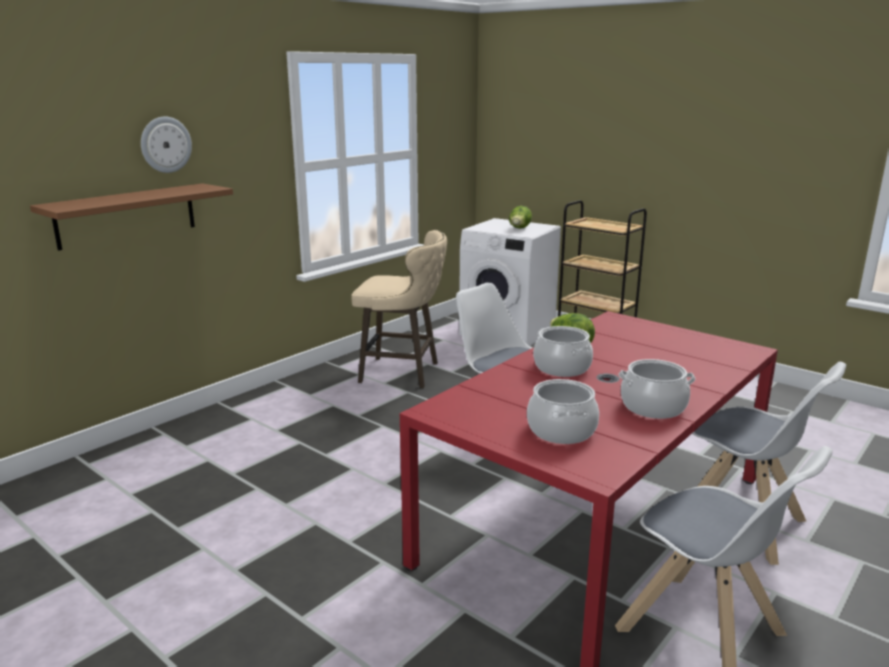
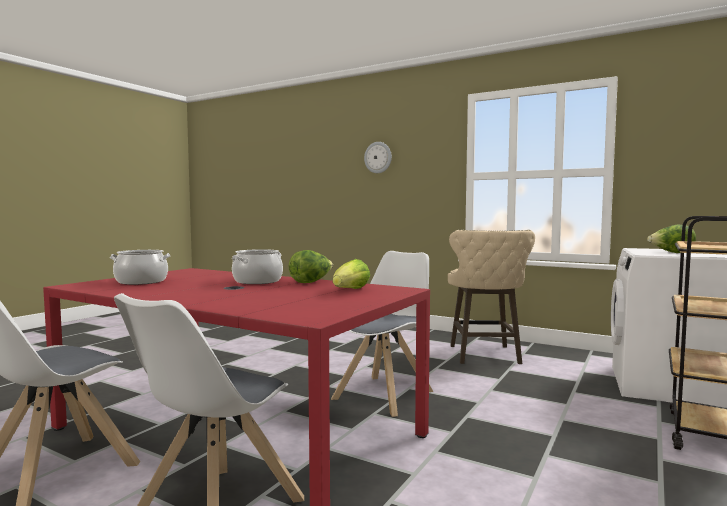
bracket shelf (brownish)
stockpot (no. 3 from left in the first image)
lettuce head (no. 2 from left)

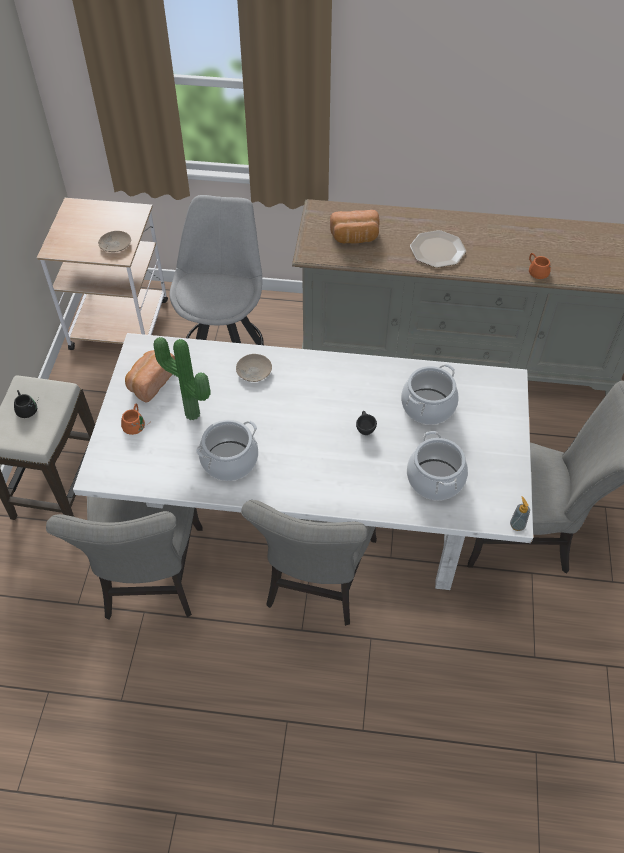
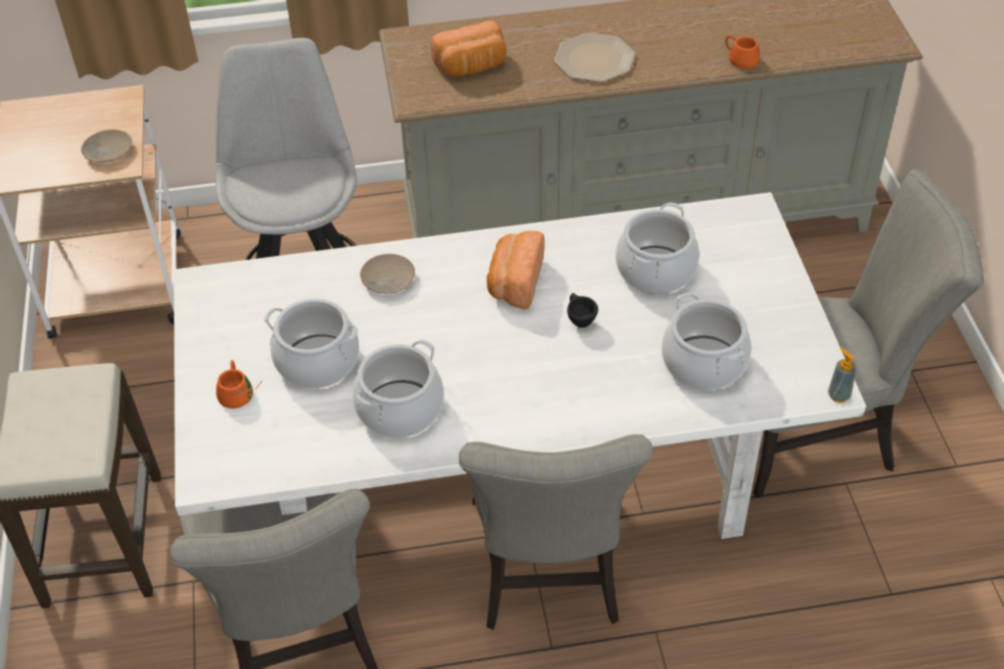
stockpot (no. 1 from left)
bakery bread (no. 2 from left)
mug (black-coloured)

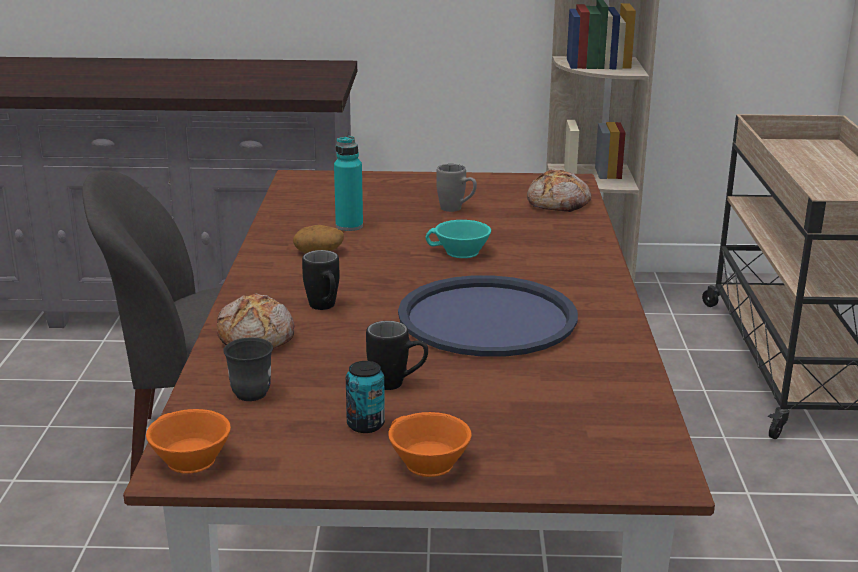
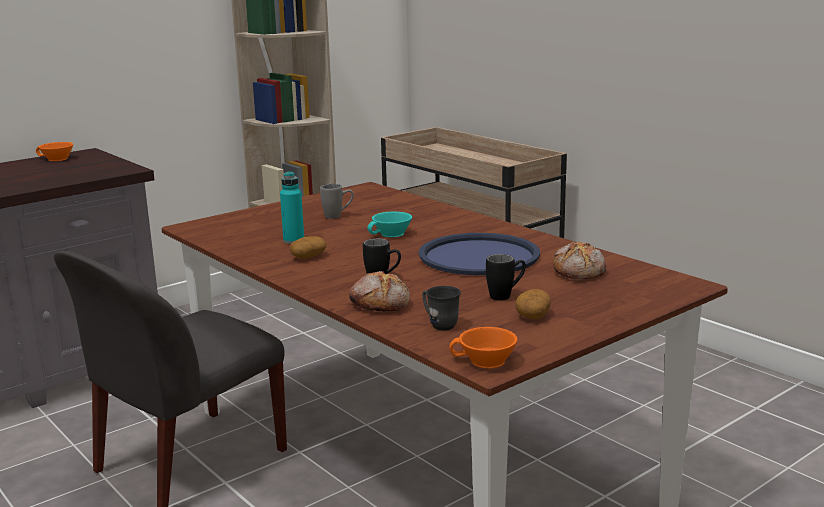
bakery bread (no. 2 from left)
whole potato (no. 2 from left)
small cup (orangey) (no. 1 from left)

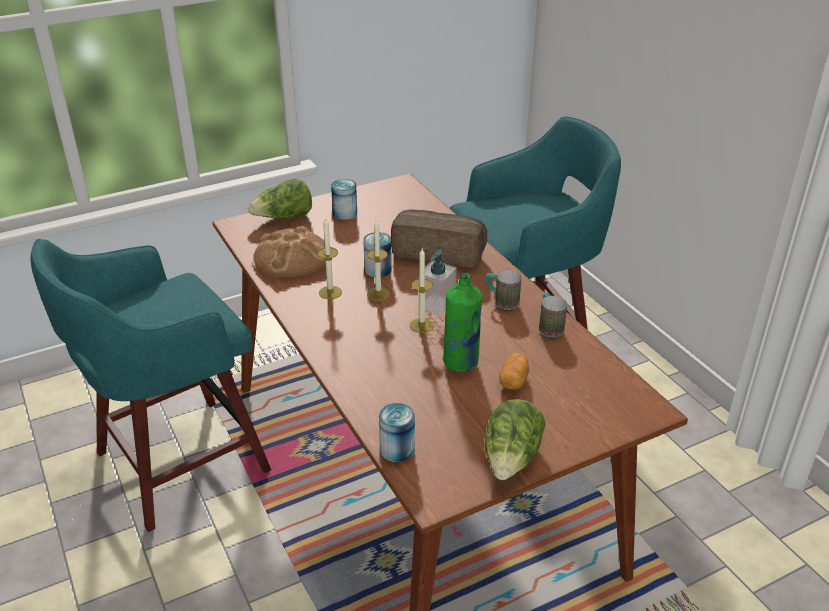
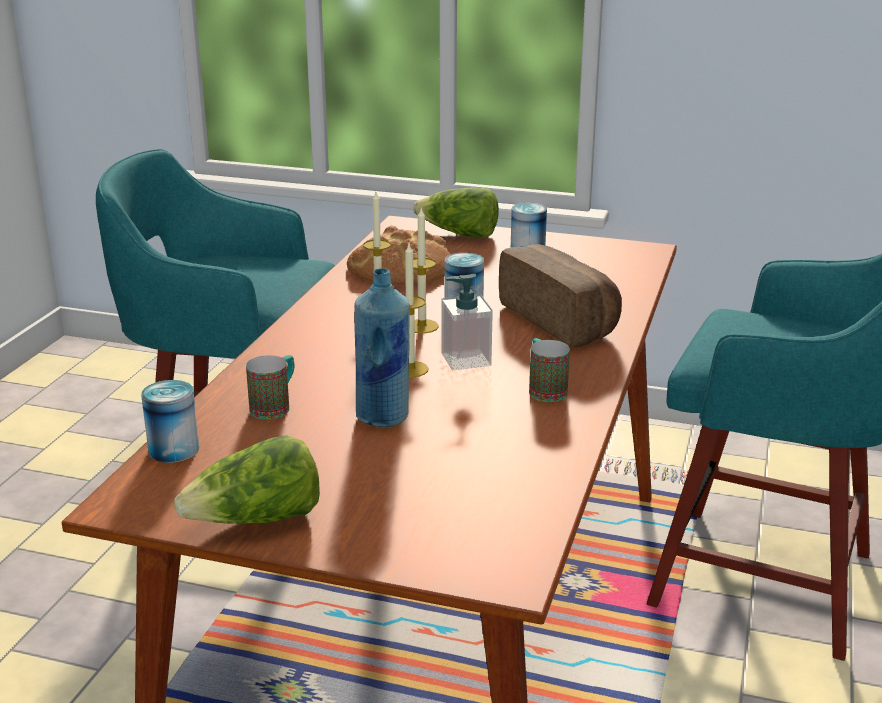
beverage bottle (blue-coloured)
mug (no. 1 from left)
whole potato

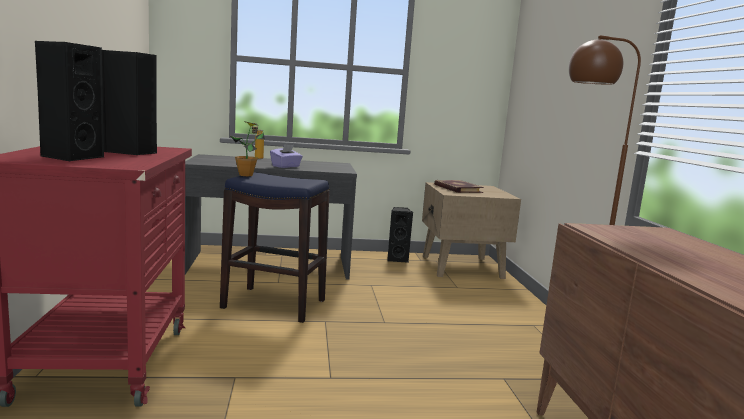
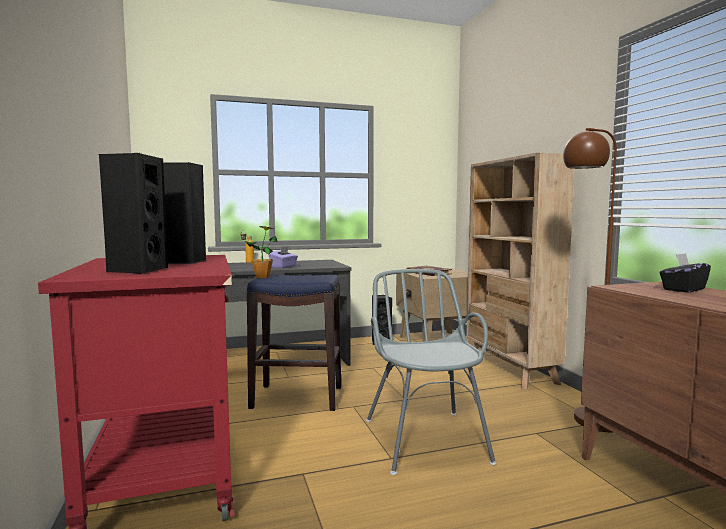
bookshelf (beige)
tissue box (black-coloured)
plain chair (greyish)

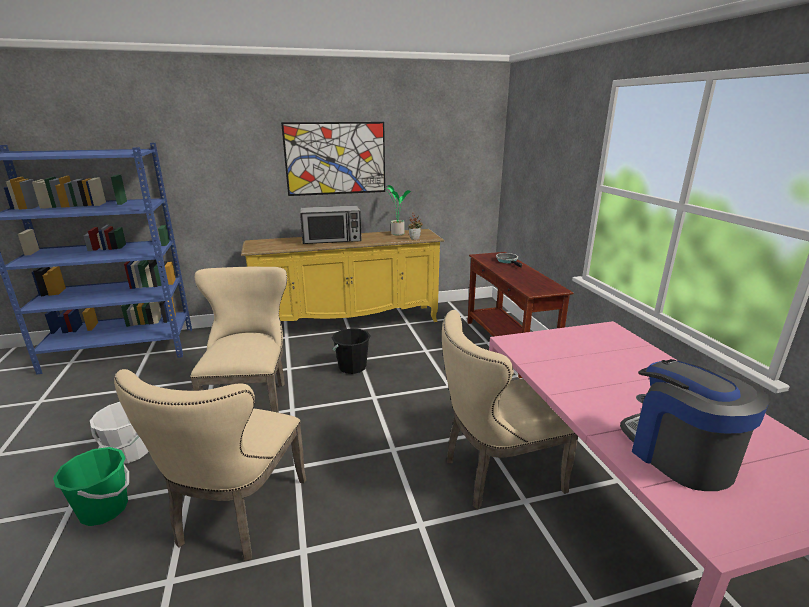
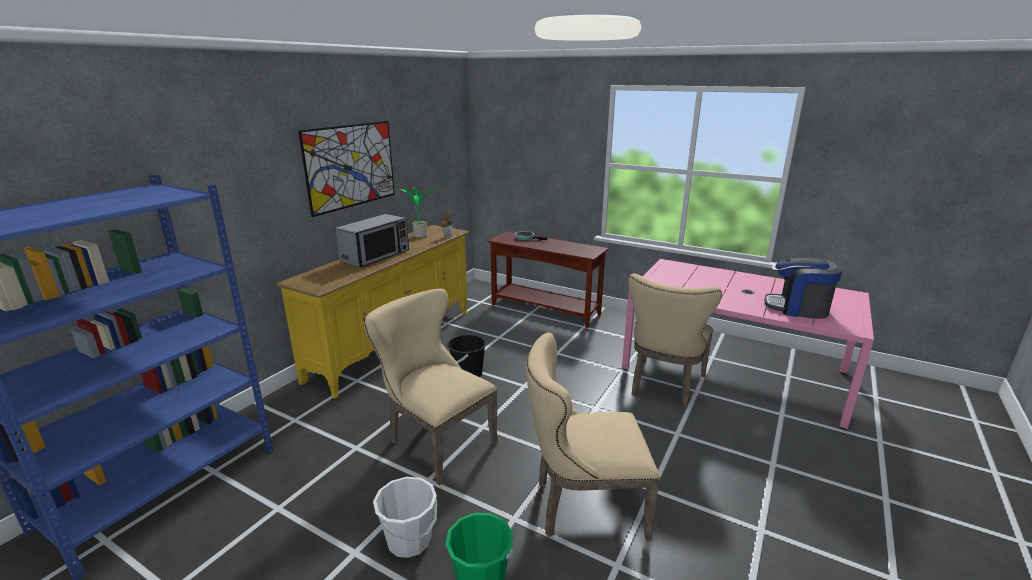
plain chair (beige) (no. 2 from left)

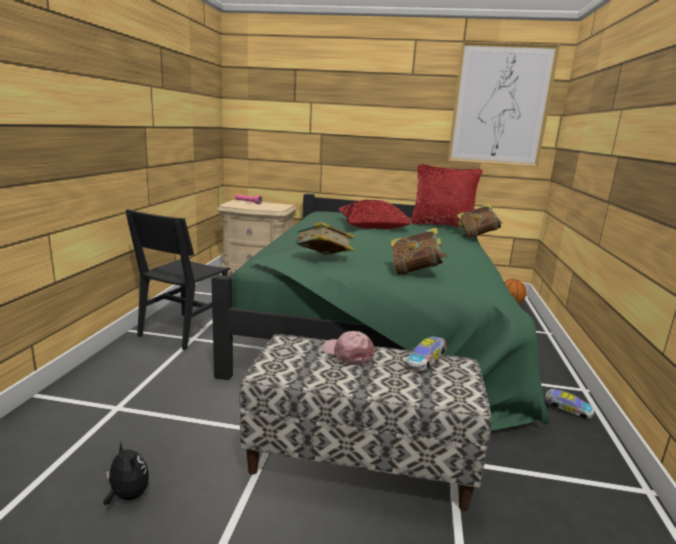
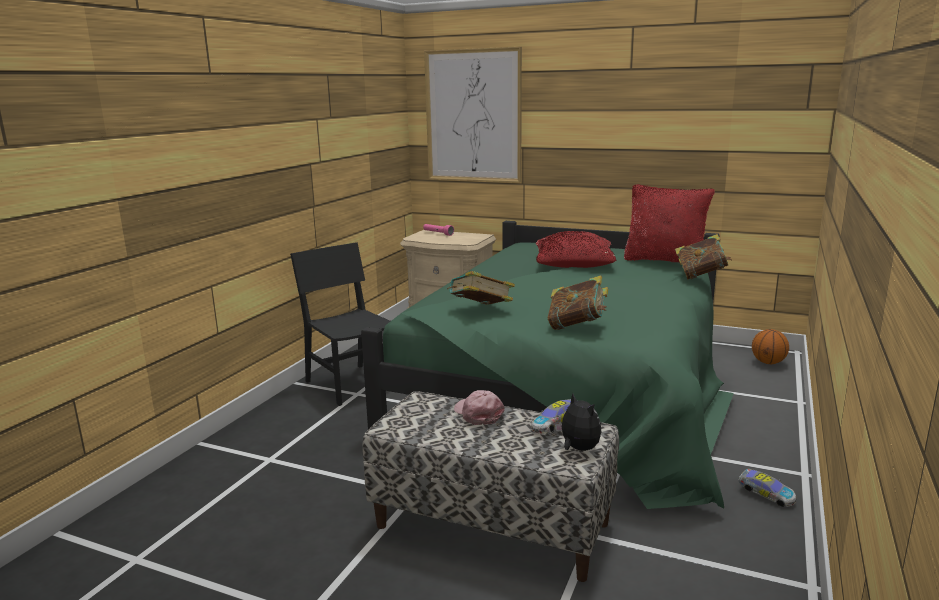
picture
plain chair (black-coloured)
cuddly toy

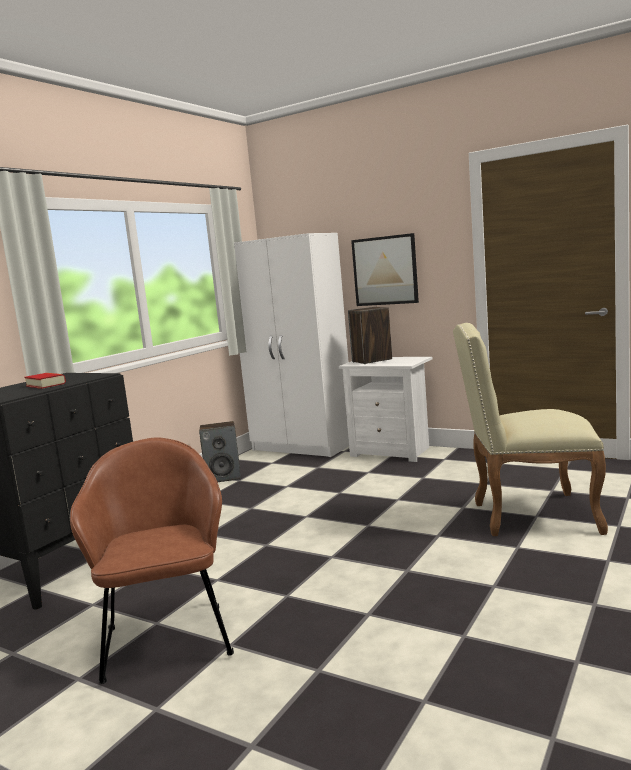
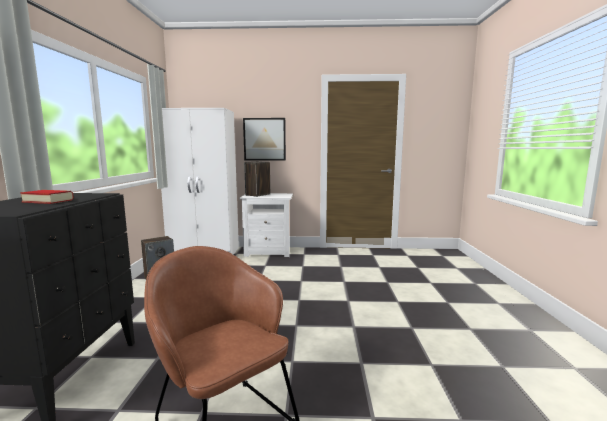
plain chair (beige)

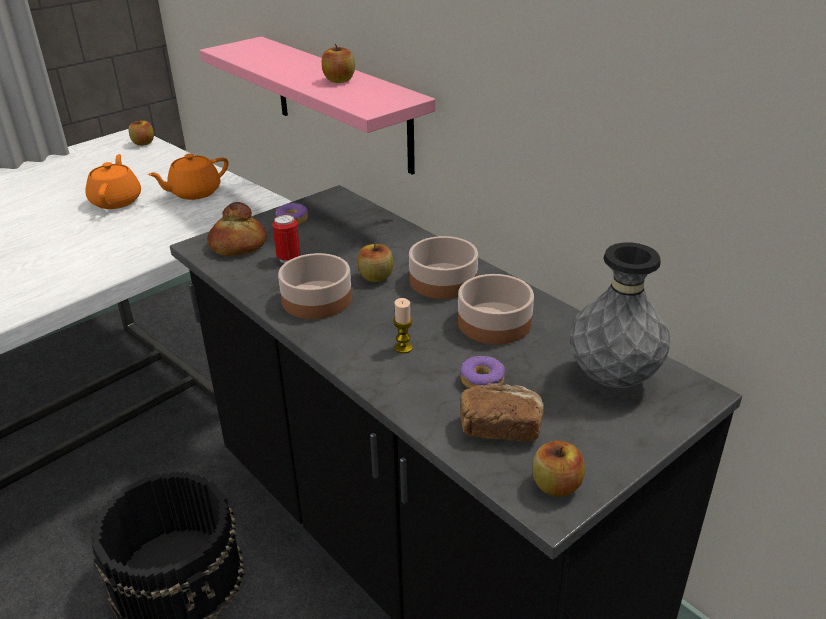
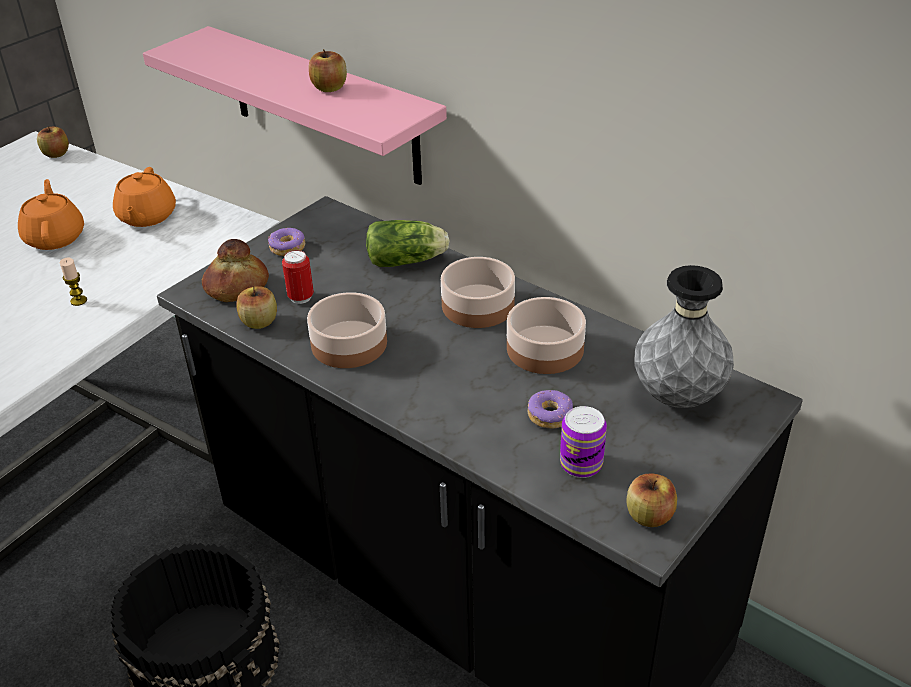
tea pot (orangey) (no. 2 from left)
whole apple (no. 2 from left)
wax candle
metal can (no. 2 from left)
lettuce head

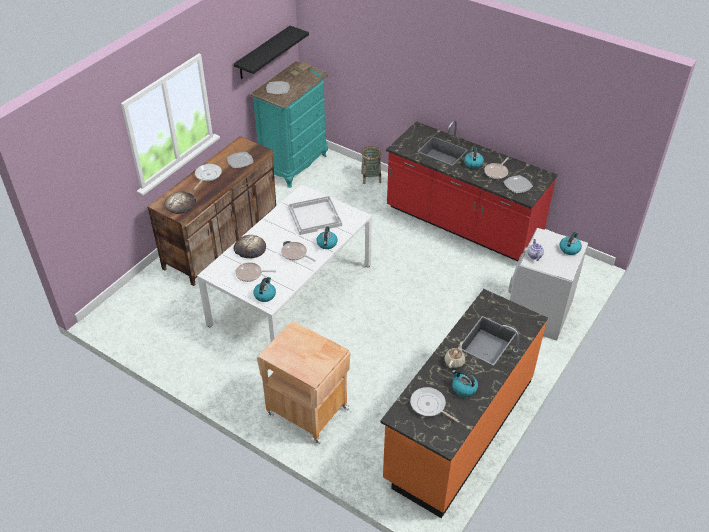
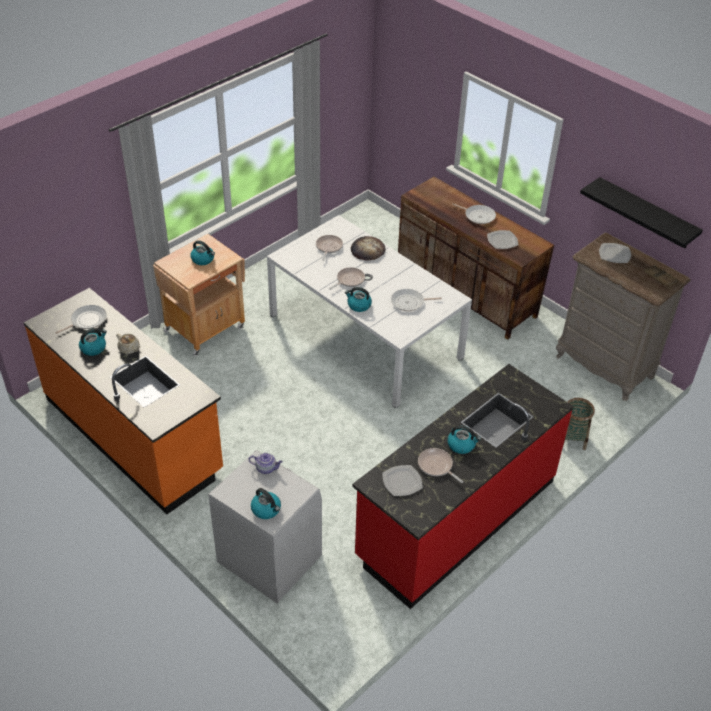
chest of drawers (beige)
bakery bread (no. 1 from left in the first image)
frying pan (no. 4 from left)
kettle (no. 2 from left)

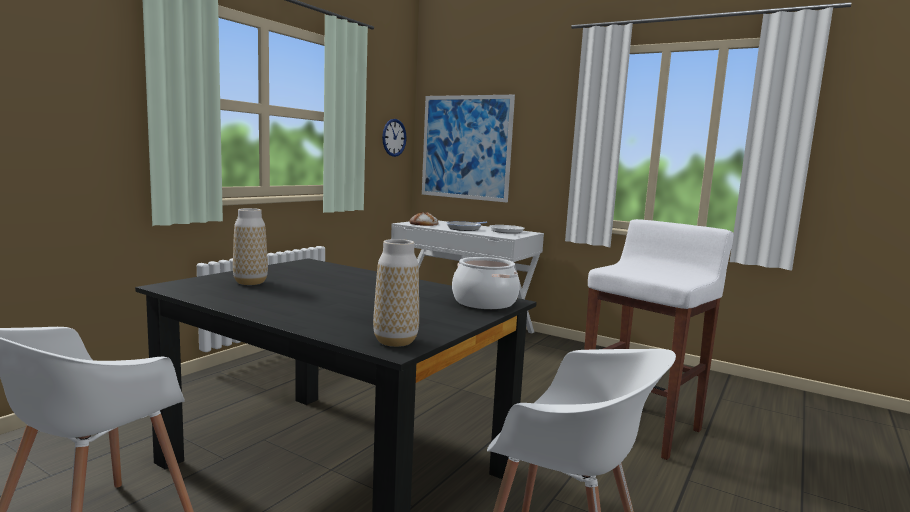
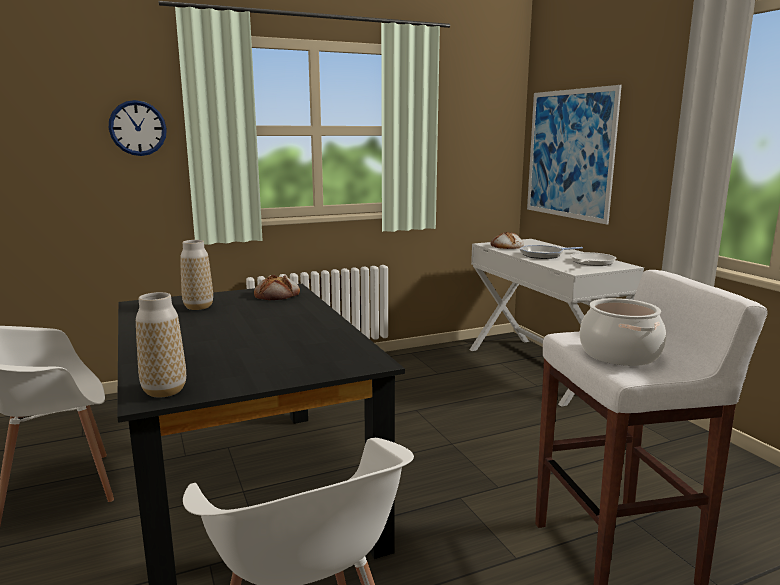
wall clock
stockpot
bakery bread (no. 1 from left)

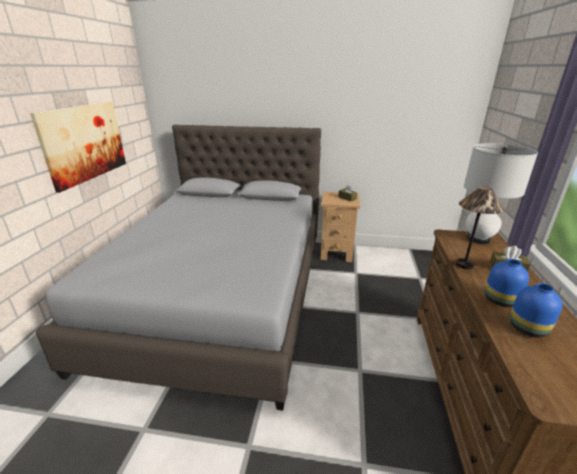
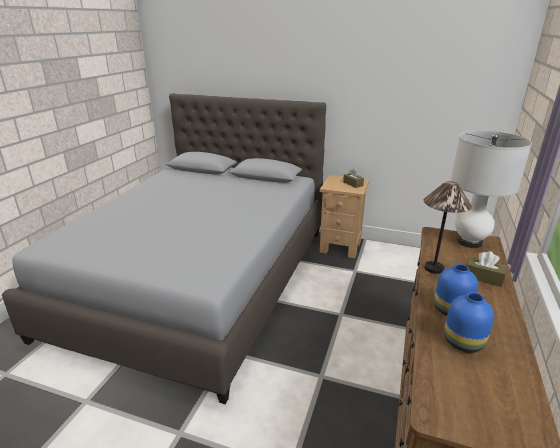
picture

